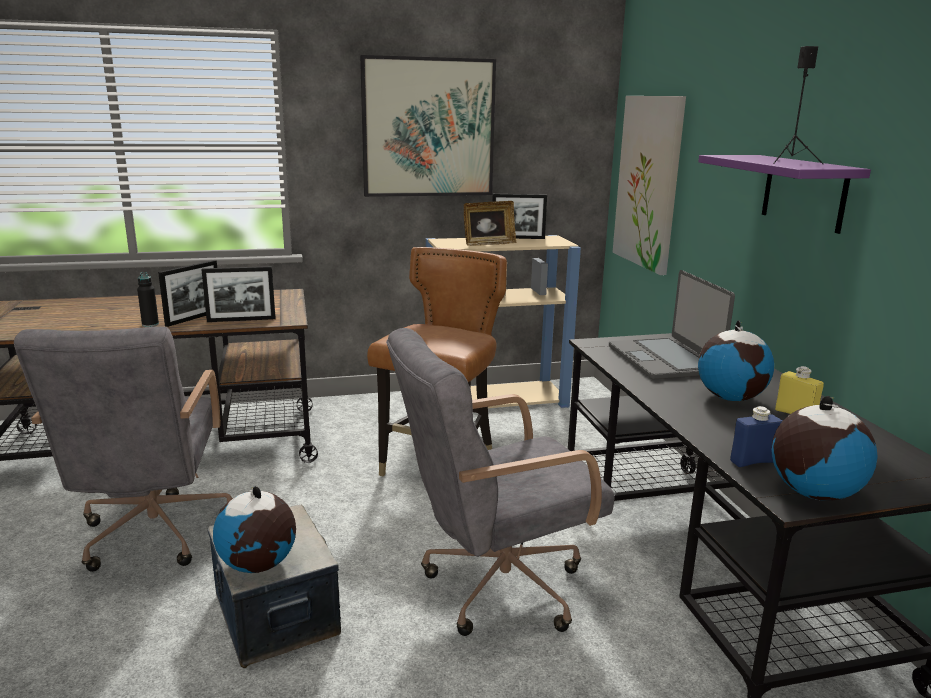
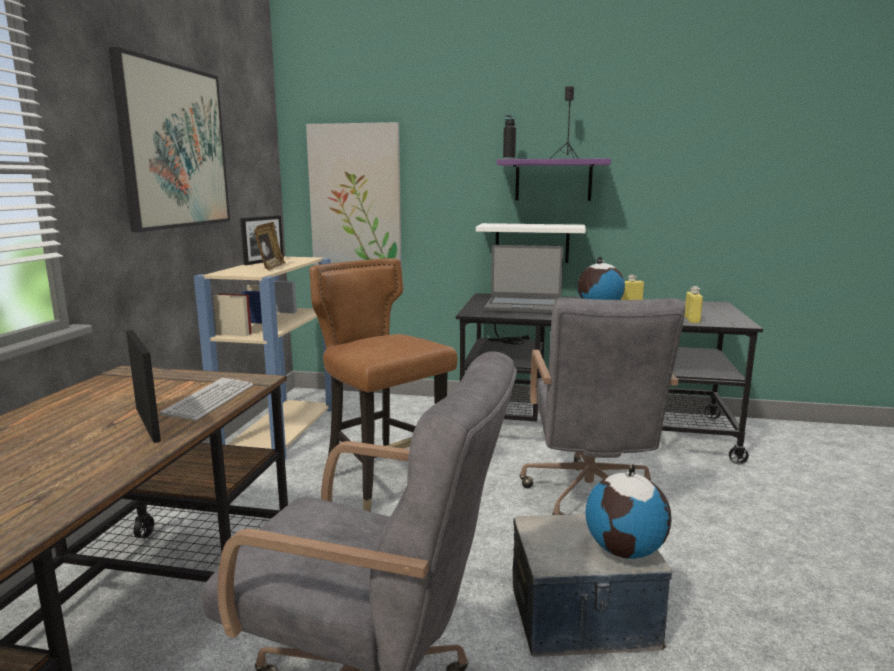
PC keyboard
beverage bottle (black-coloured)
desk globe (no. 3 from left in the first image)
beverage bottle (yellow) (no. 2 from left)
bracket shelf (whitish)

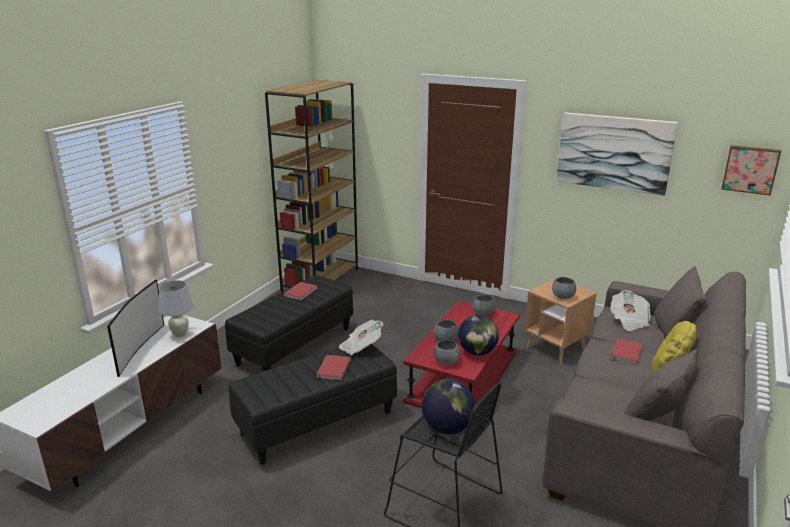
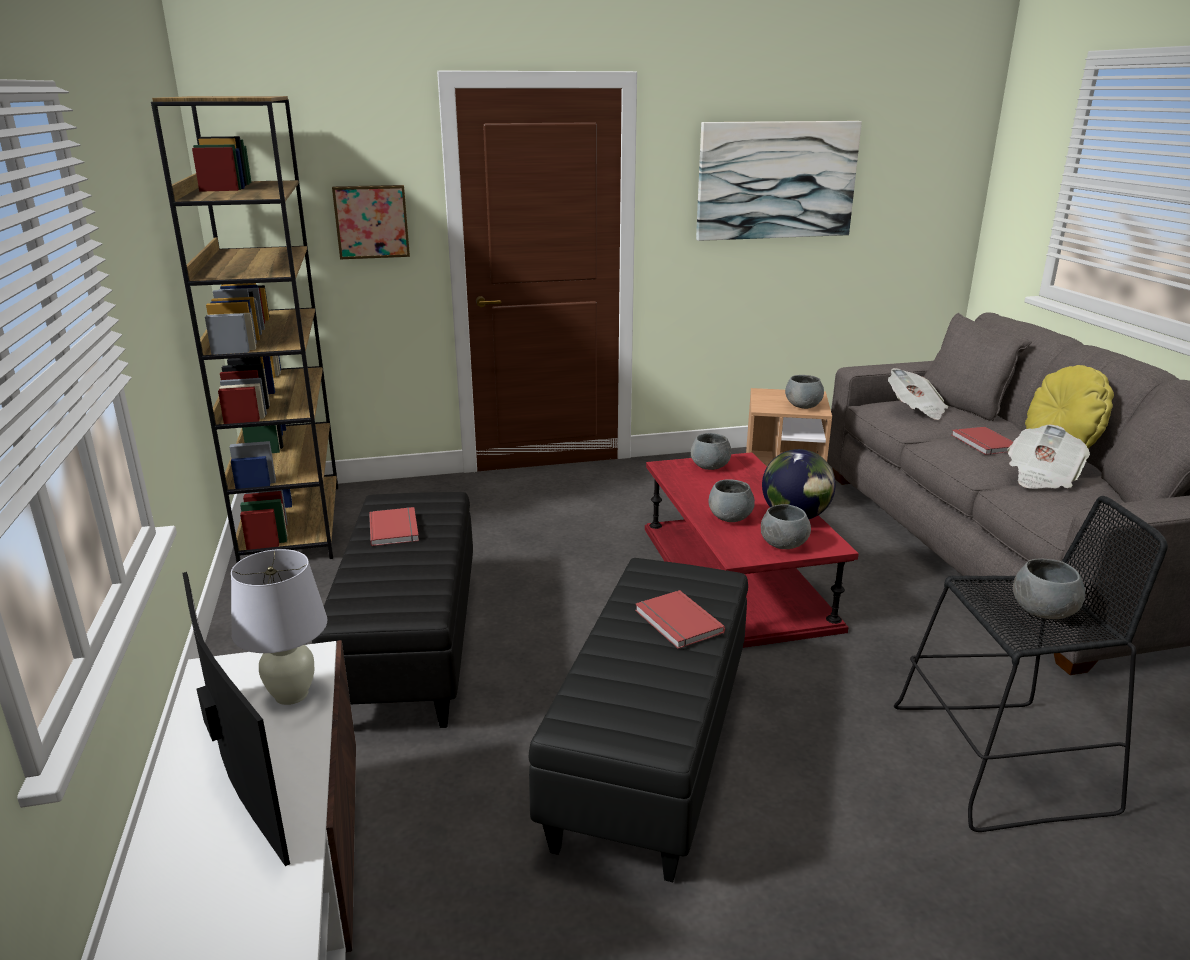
picture (no. 1 from left)
printed paper (no. 2 from left)
serving bowl (greyish) (no. 5 from left)

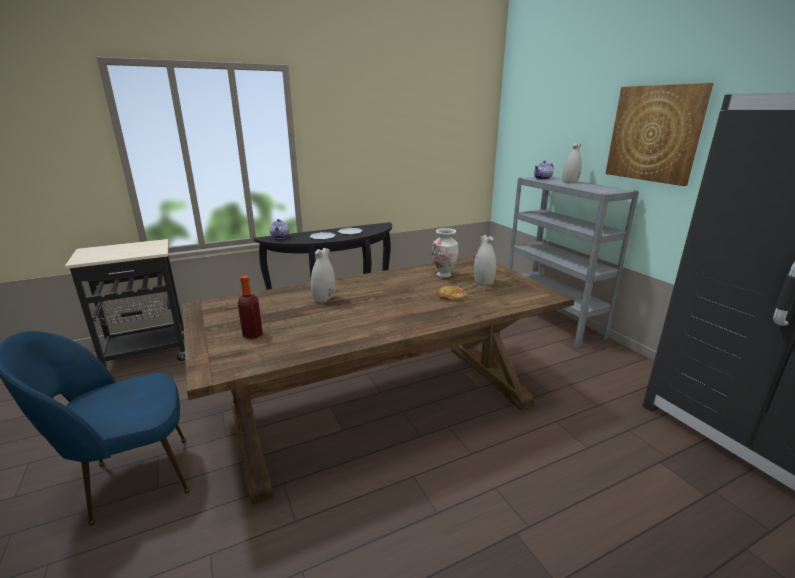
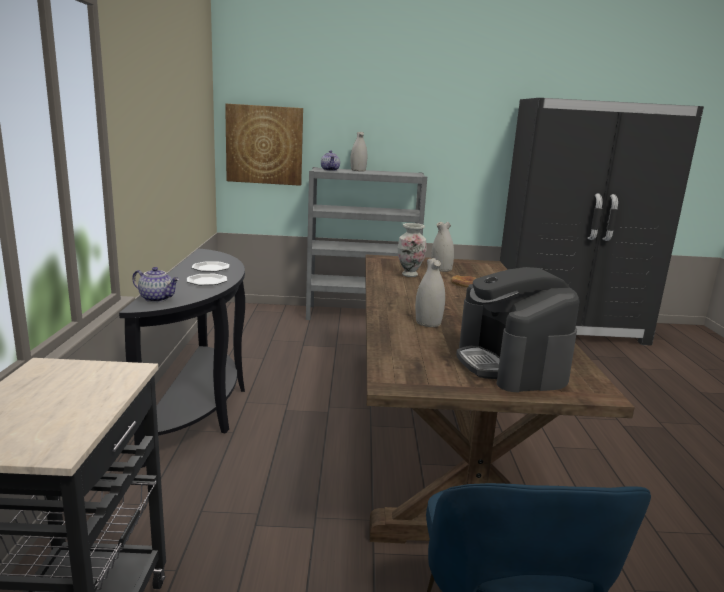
picture
coffee maker

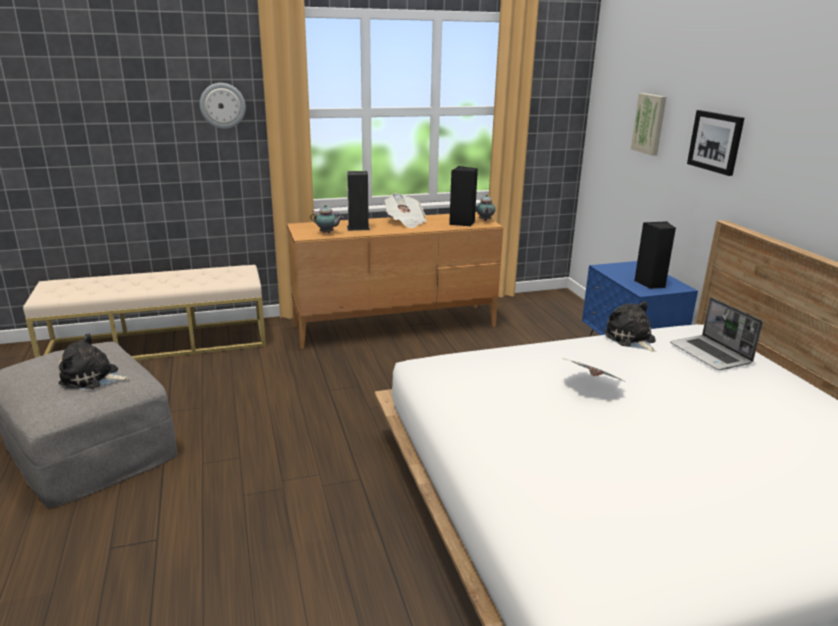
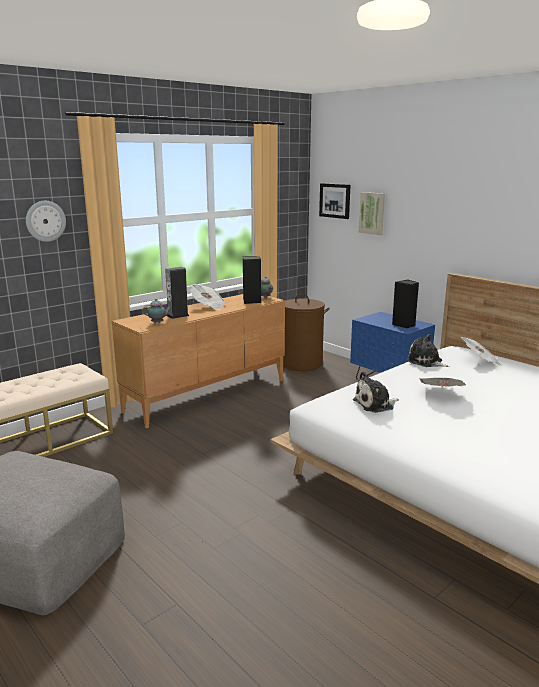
picture (no. 1 from left)
printed paper (no. 3 from left)
cuddly toy (no. 1 from left)
laundry basket (brownish)

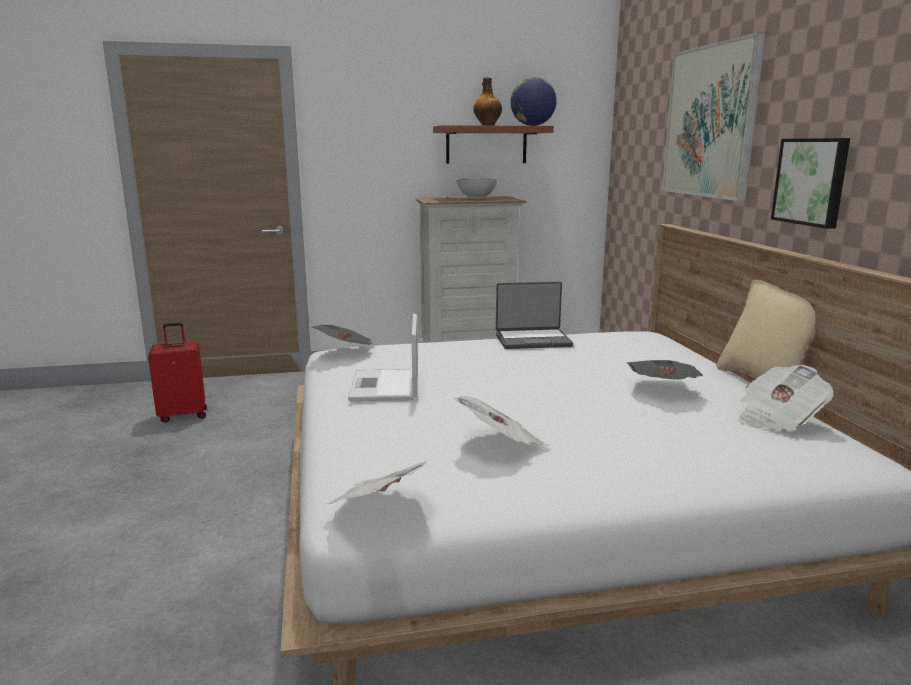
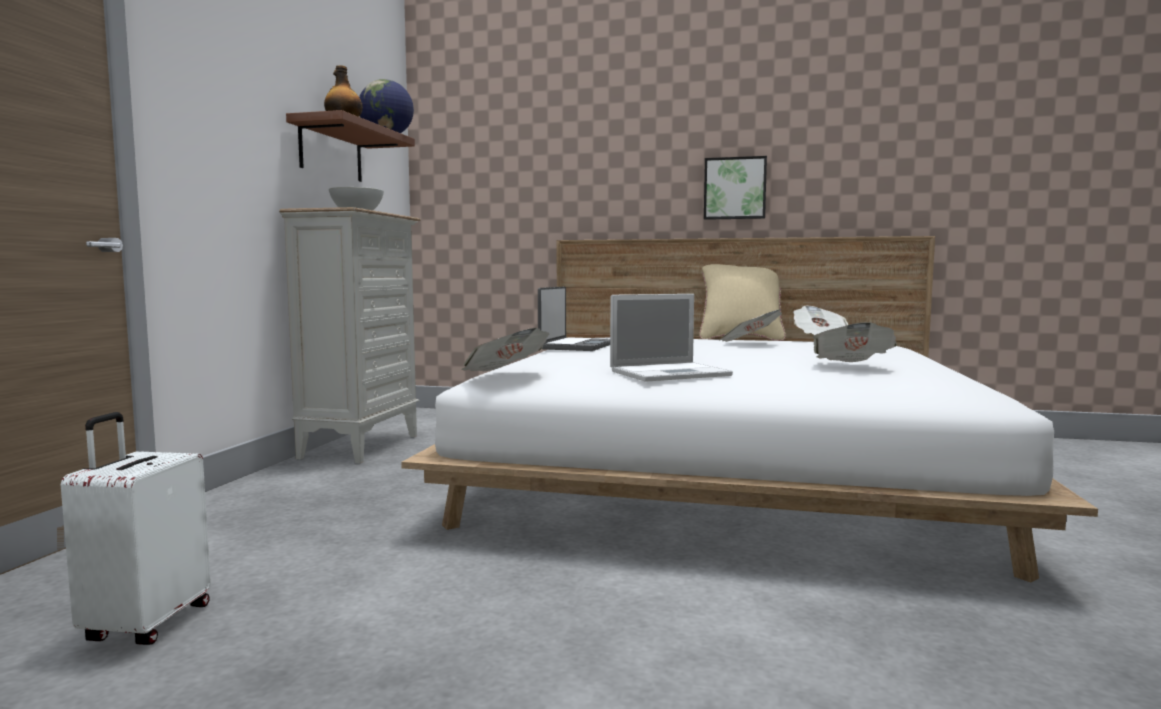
picture (no. 1 from left in the first image)
laptop (no. 2 from left)
suitcase (whitish)
printed paper (no. 2 from left in the first image)

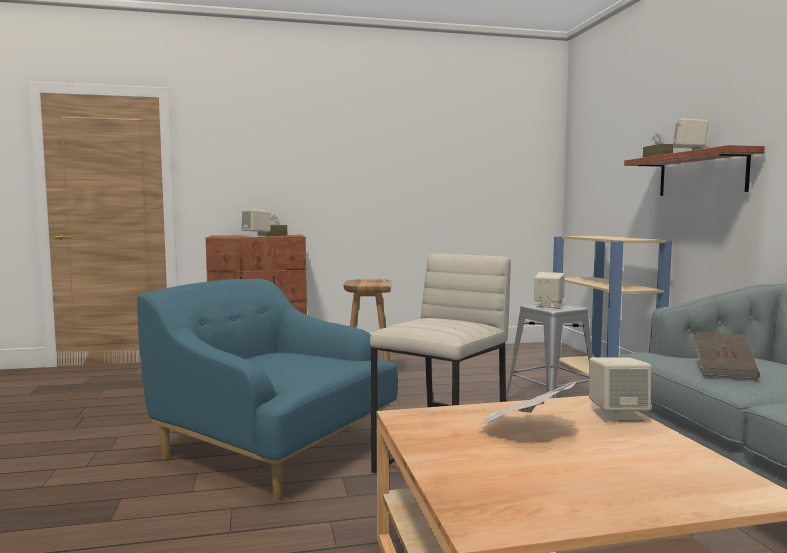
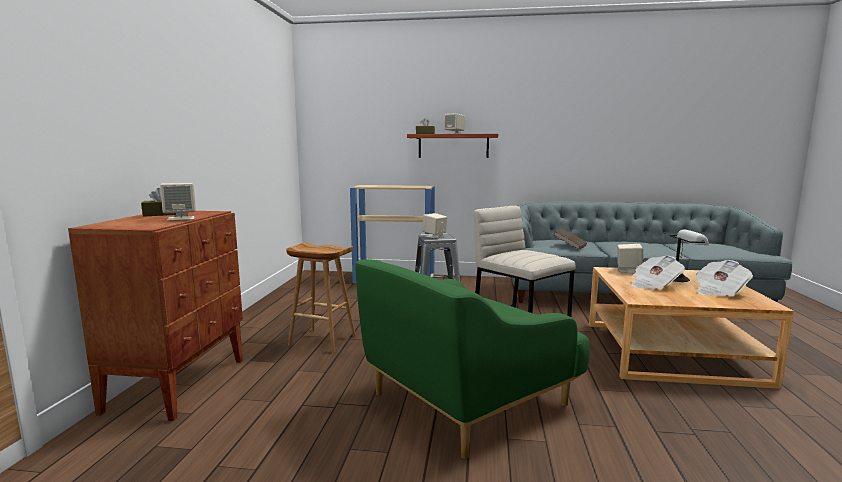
easy chair (green)
table lamp
printed paper (no. 2 from left)

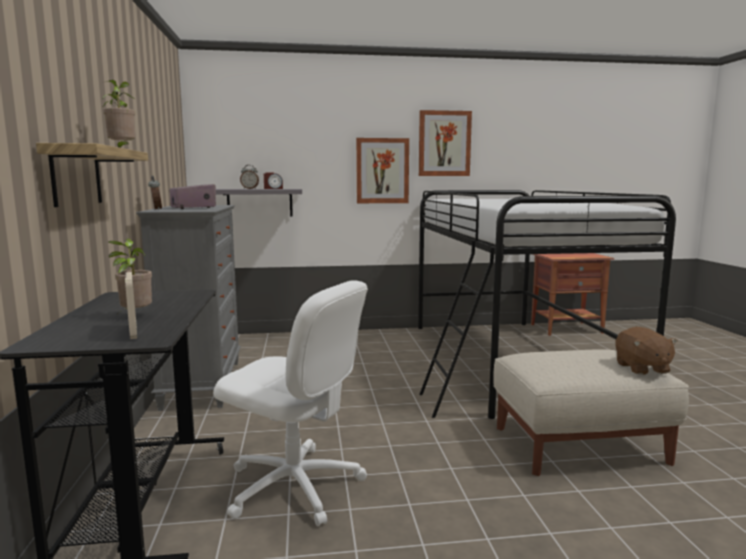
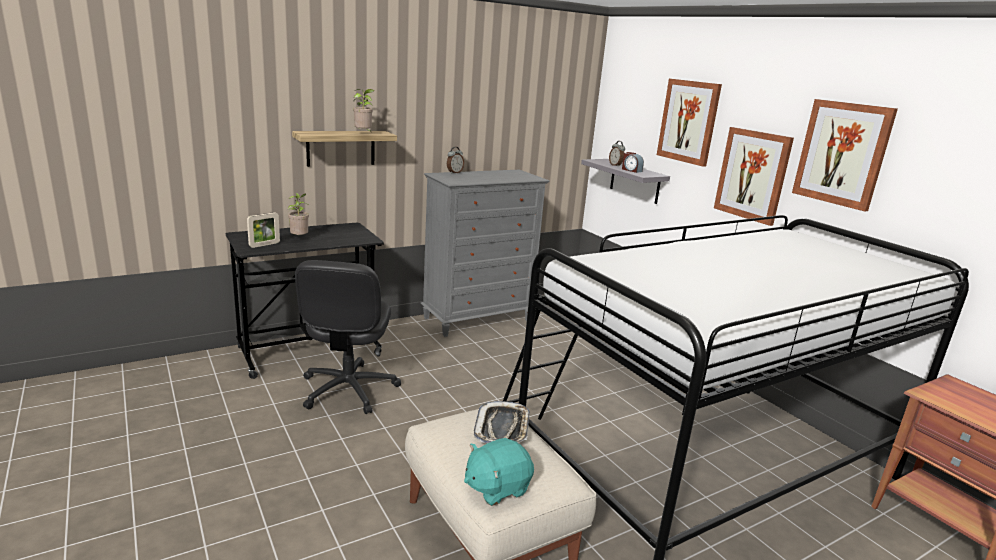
radio set
computer chair (black-coloured)
cuddly toy (turquoise-coloured)
picture (no. 1 from left)
carrying tray

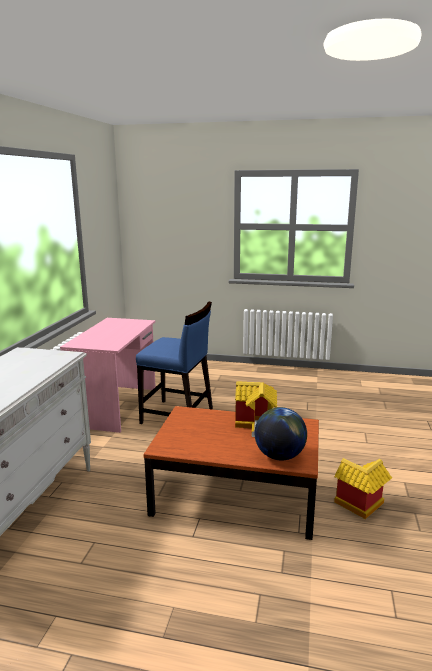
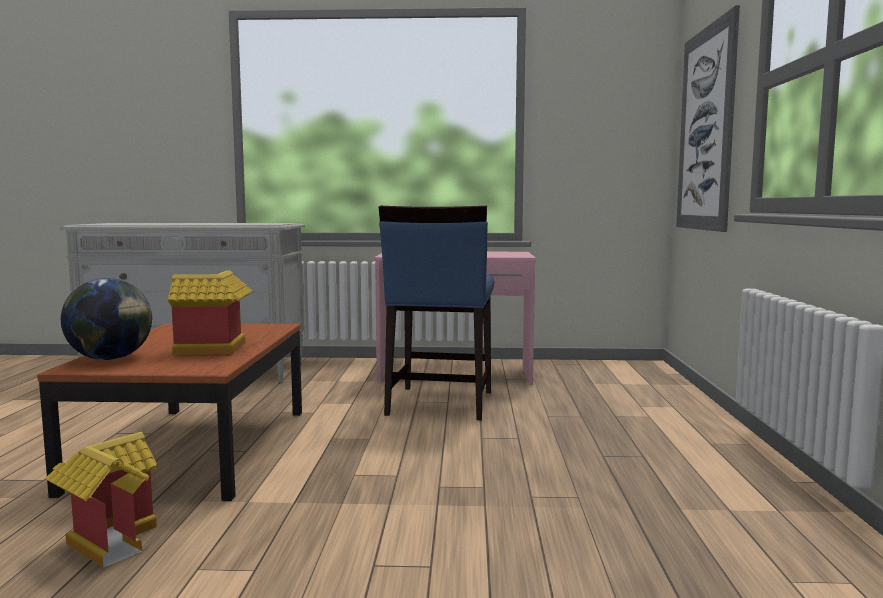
picture

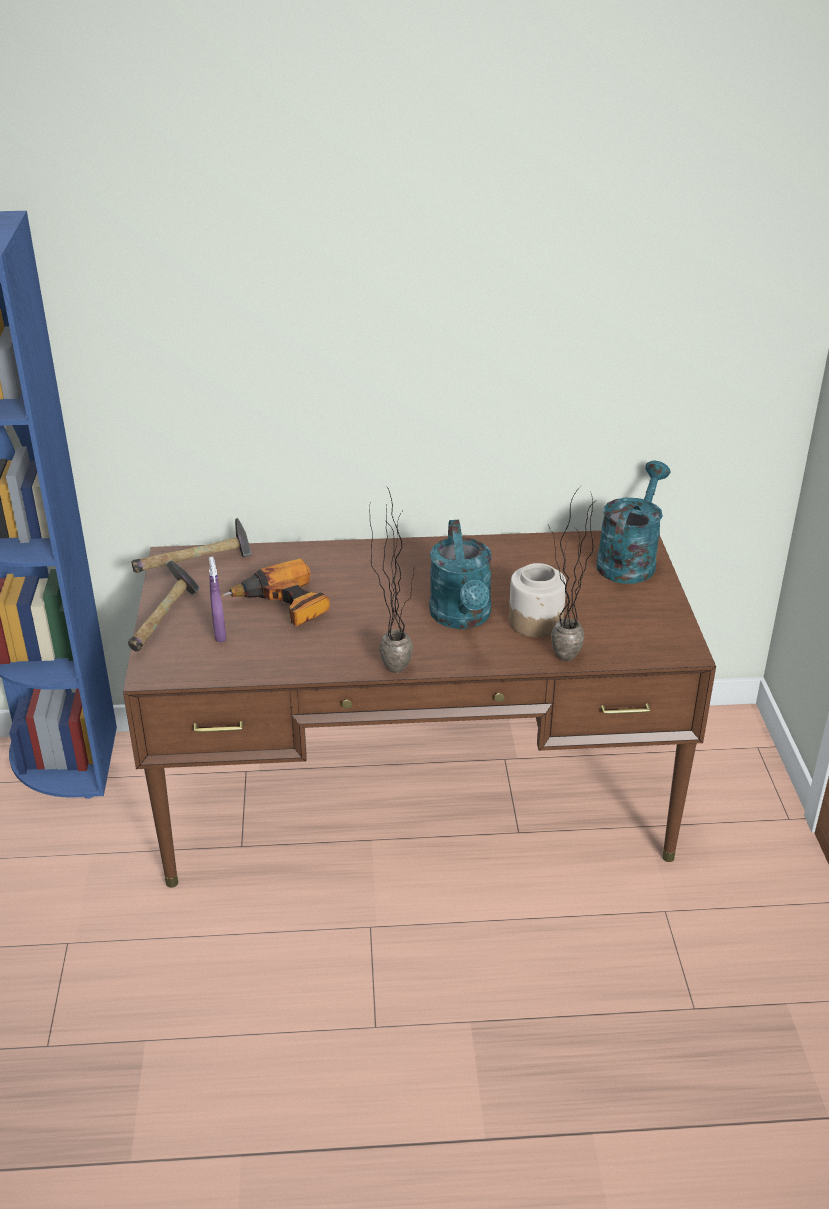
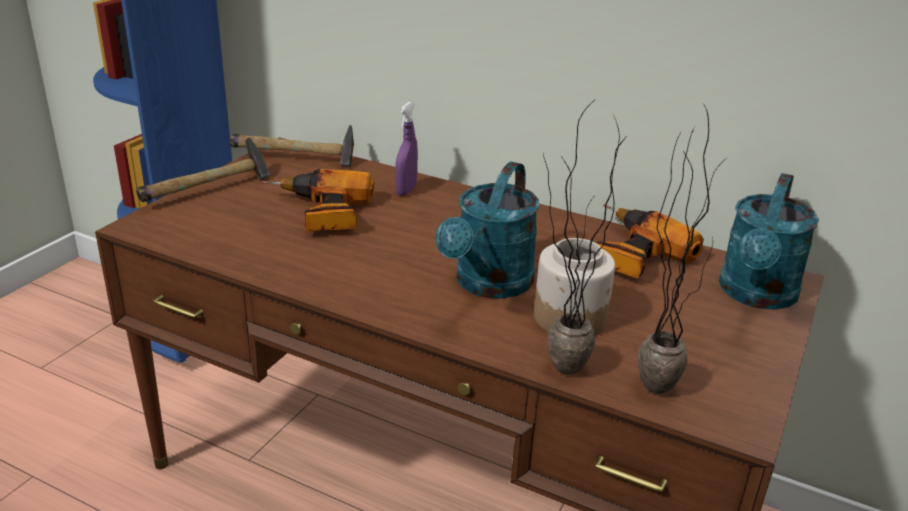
watering can (turquoise-coloured) (no. 2 from left)
houseplant (no. 2 from left)
hand sprayer (purple)
electric drill (no. 2 from left)

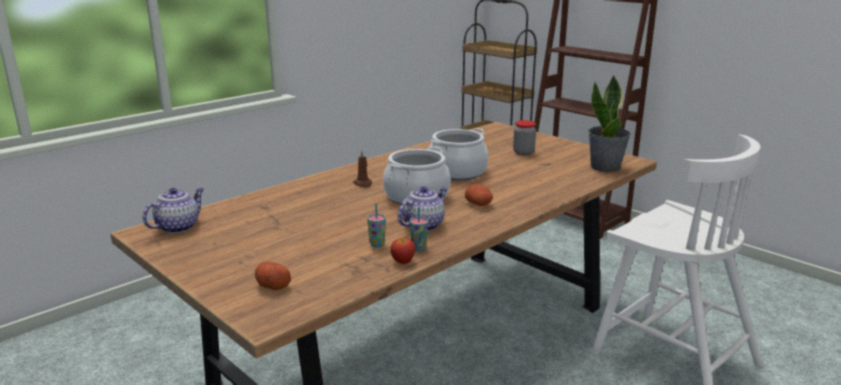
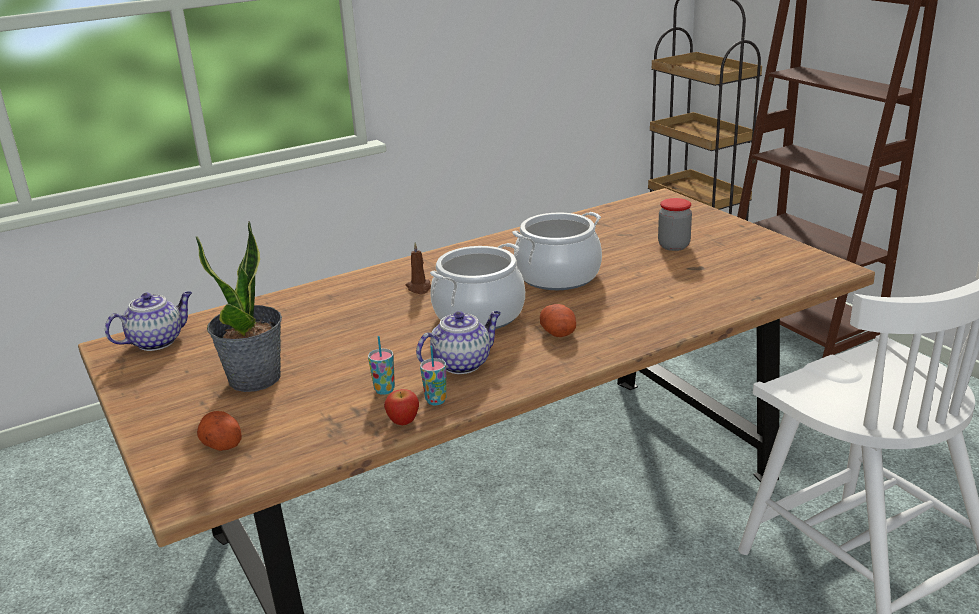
houseplant

